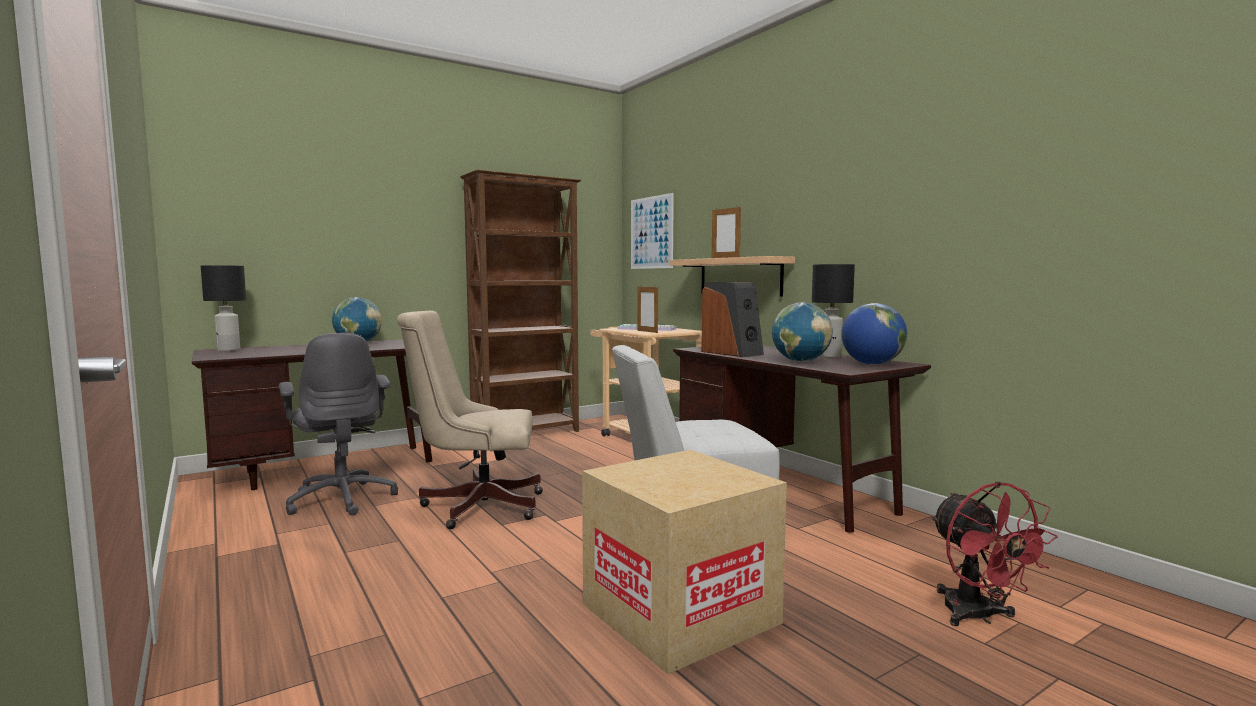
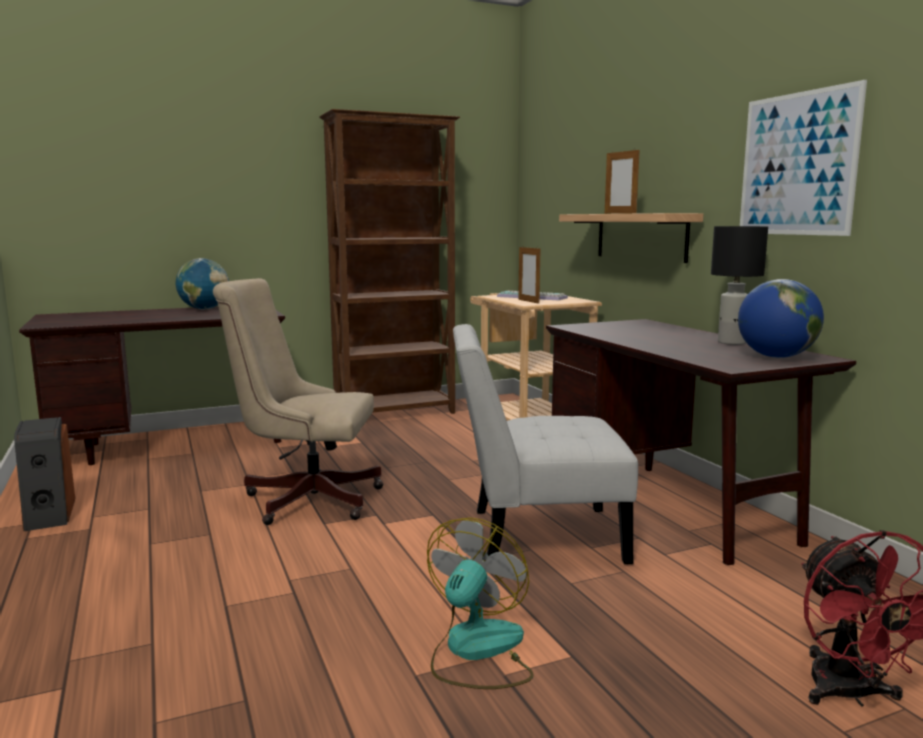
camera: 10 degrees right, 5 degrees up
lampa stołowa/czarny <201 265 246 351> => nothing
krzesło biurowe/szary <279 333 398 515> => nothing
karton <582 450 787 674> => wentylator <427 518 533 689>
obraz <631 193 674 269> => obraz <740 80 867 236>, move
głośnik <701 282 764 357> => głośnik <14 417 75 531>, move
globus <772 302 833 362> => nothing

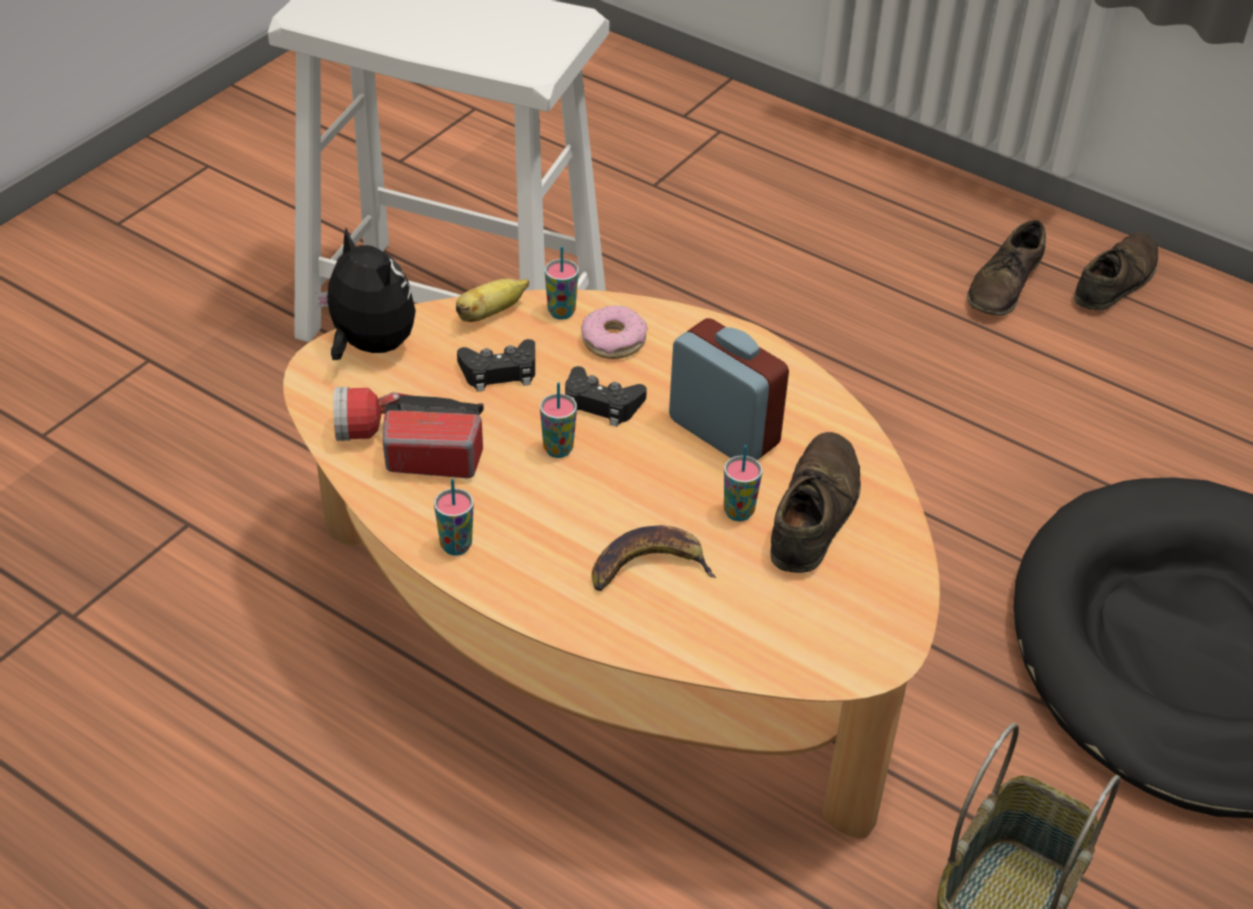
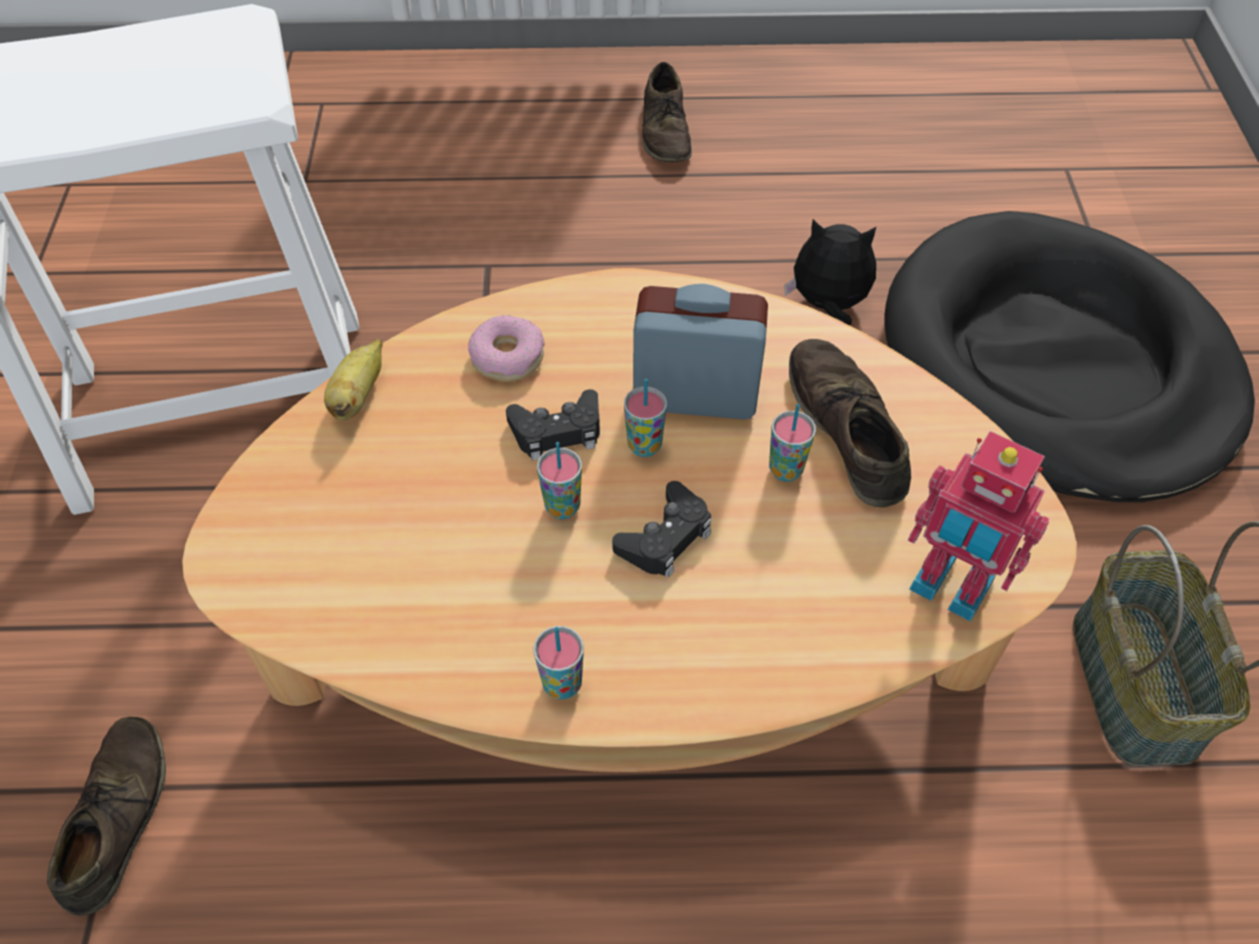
camera: 35 degrees left, 10 degrees up
pluszak <314 228 416 360> => pluszak <784 219 876 325>, move
latarka <333 387 484 478> => nothing
pad do gier/czarny <457 339 535 392> => pad do gier/czarny <612 481 711 578>, move
filiżanka <545 246 579 320> => filiżanka <624 379 667 457>, move
banan <592 525 716 591> => nothing
but/brązowy <1074 232 1158 310> => but/brązowy <47 717 166 916>, move
nothing => robot zabawkowy <908 431 1049 622>

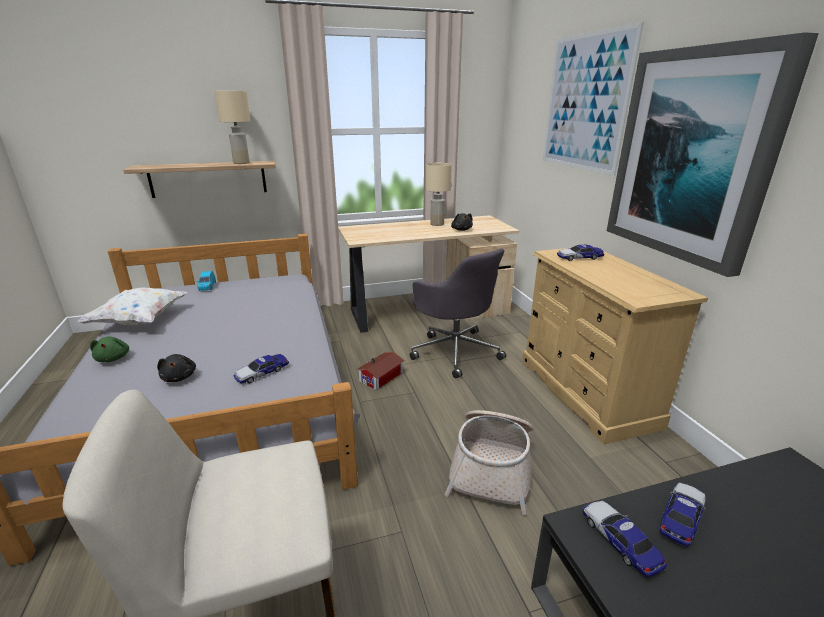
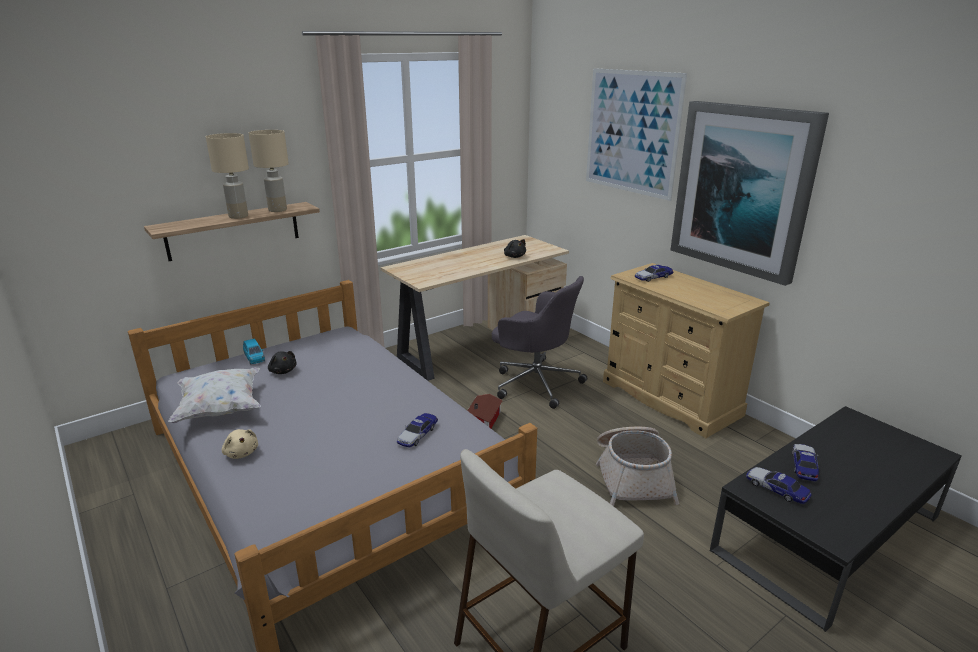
camera: 20 degrees left, 0 degrees up
pluszak/zielony <90 336 129 362> => pluszak/beżowy <222 429 258 459>
pluszak/czarny <157 354 196 382> => pluszak/czarny <268 351 297 374>, move
lampa stołowa/beżowy <425 163 452 226> => lampa stołowa/beżowy <206 133 249 219>, move

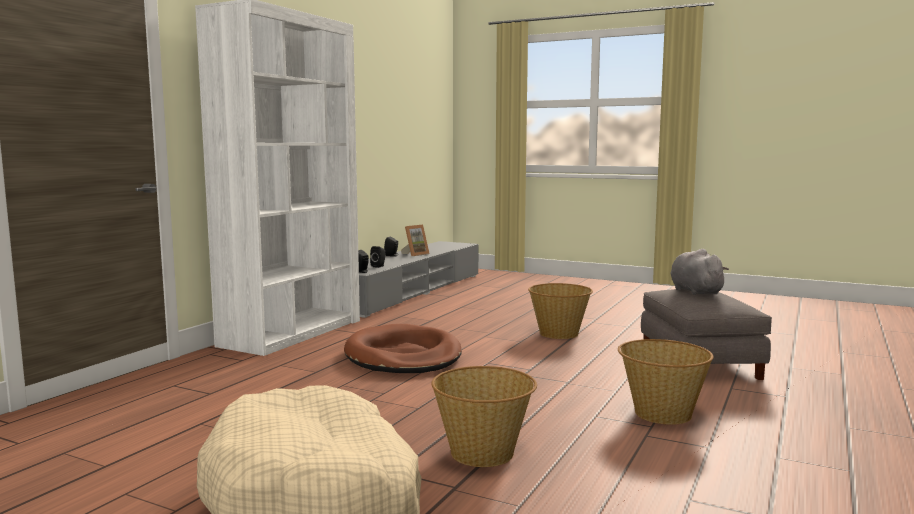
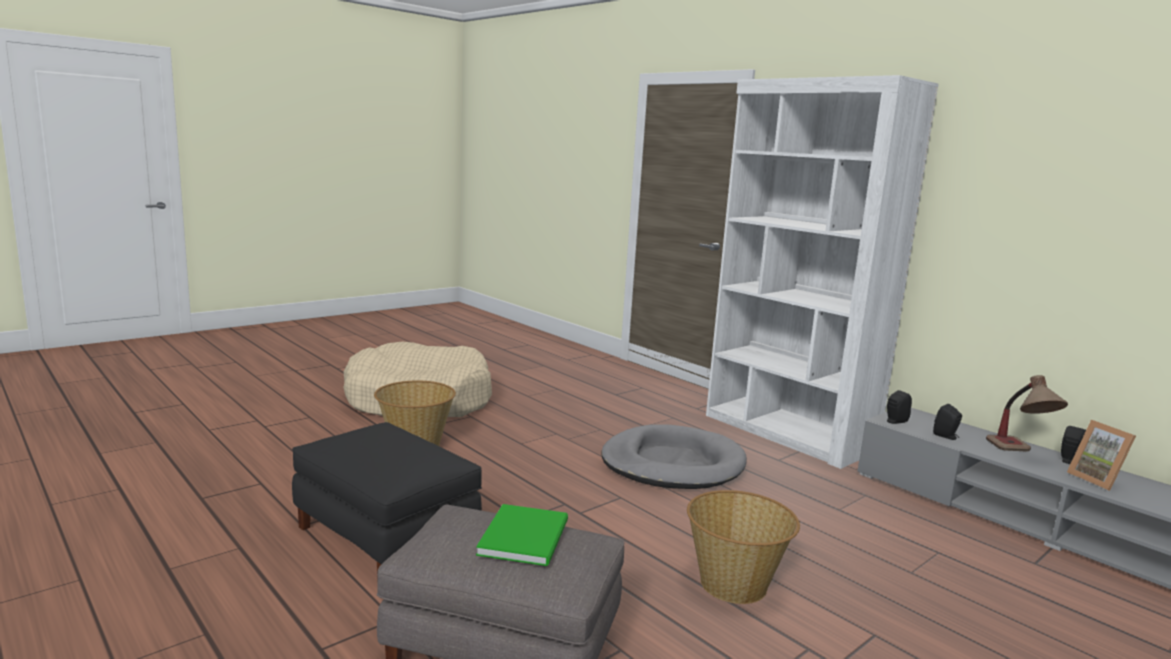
camera: 110 degrees right, 5 degrees up
legowisko/brązowy <344 324 462 373> => legowisko/szary <601 424 747 489>
koszyk <618 339 714 425> => pufa/czarny <292 422 482 572>
pluszak/szary <670 249 729 295> => książka/zielony <476 504 568 566>
nothing => lampa stołowa <986 375 1068 452>

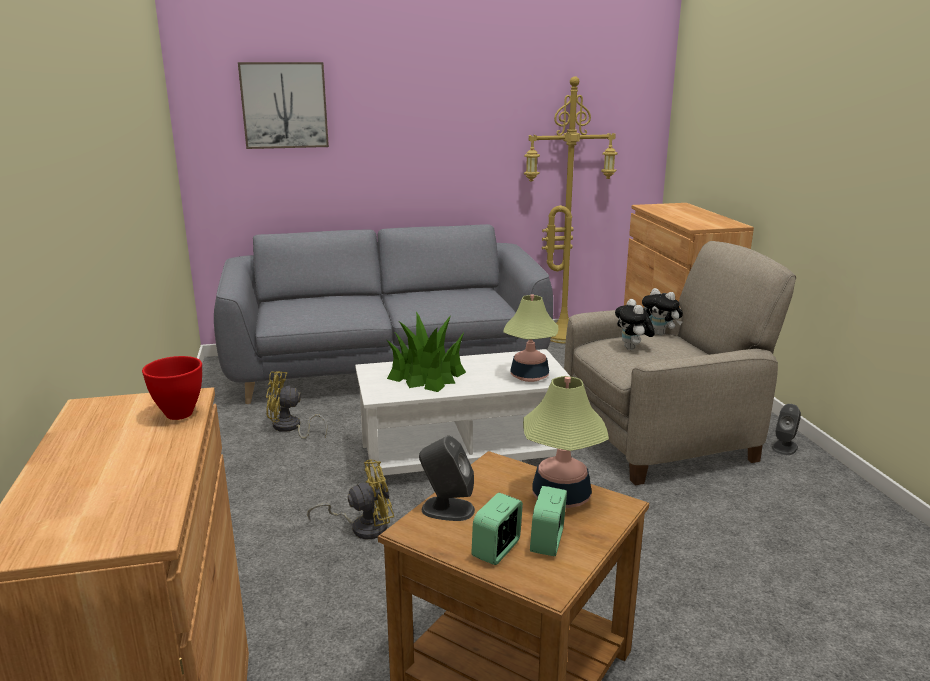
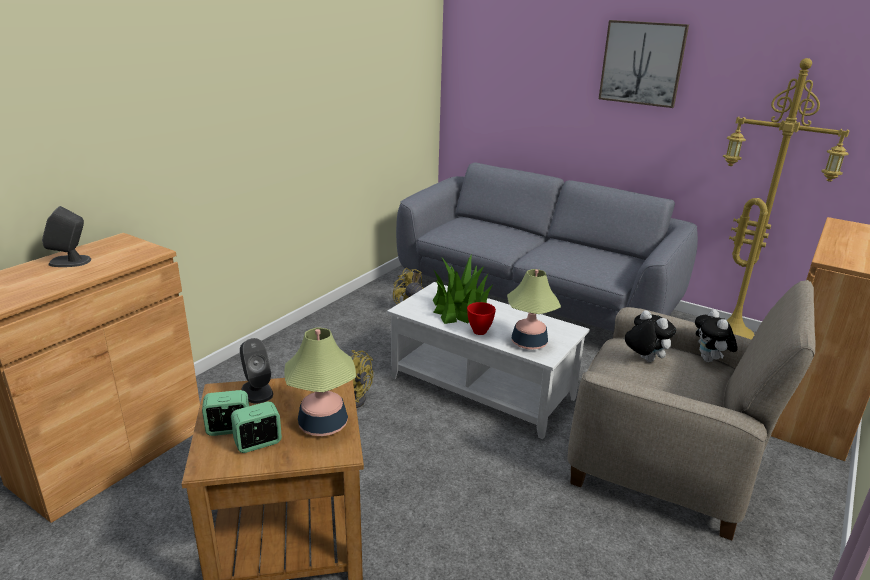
camera: 45 degrees right, 5 degrees up
miska/czerwony <142 356 202 420> => miska/czerwony <467 302 496 335>, move
obraz <238 62 329 149> => obraz <599 20 689 108>, move
pluszak <615 299 655 350> => pluszak <625 310 676 362>, 105 degrees clockwise
głośnik/szary <772 404 801 455> => głośnik/szary <42 206 91 267>, move

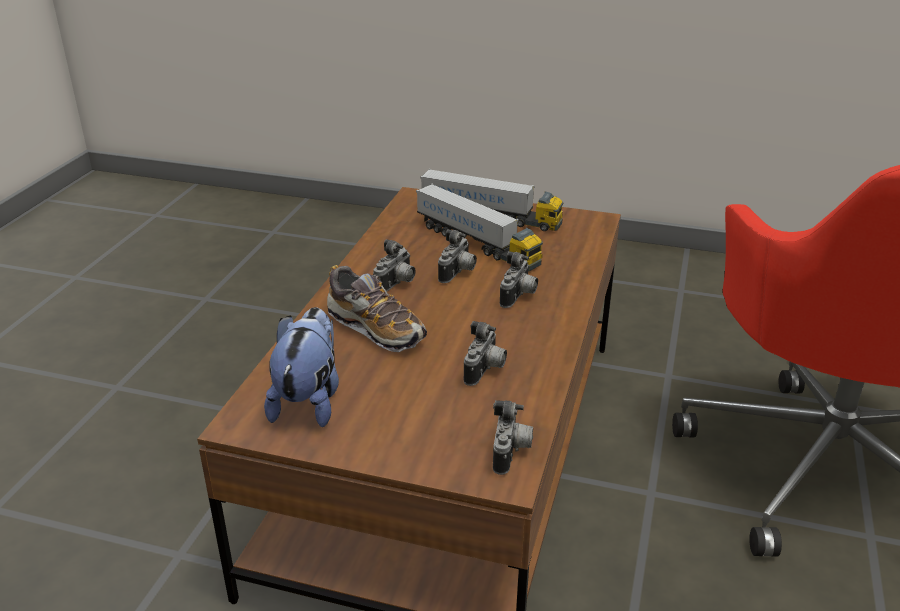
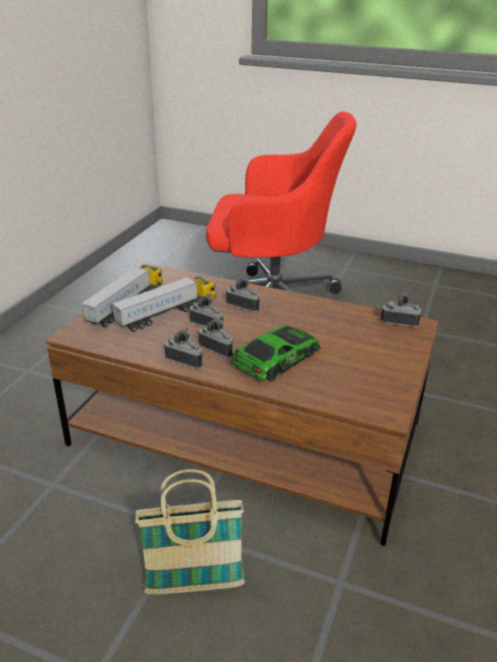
camera: 85 degrees left, 0 degrees up
pluszak <264 307 339 427> => nothing
but <327 265 427 352> => samochodzik <230 325 321 381>
aparat fotograficzny <464 321 507 386> => aparat fotograficzny <165 328 203 369>, move
nothing => koszyk <135 469 245 595>

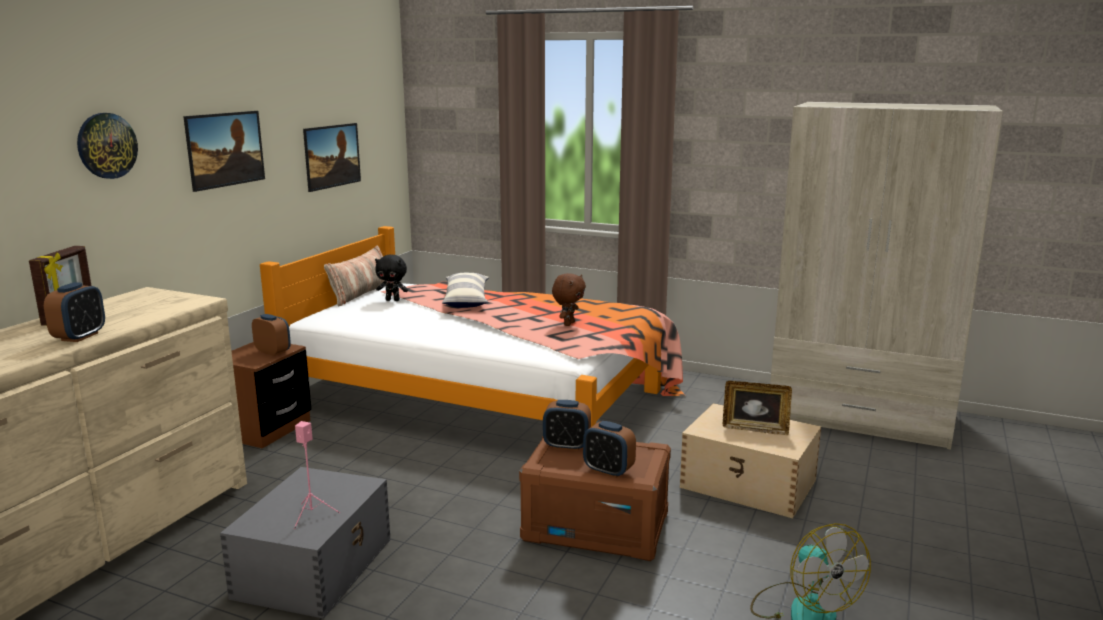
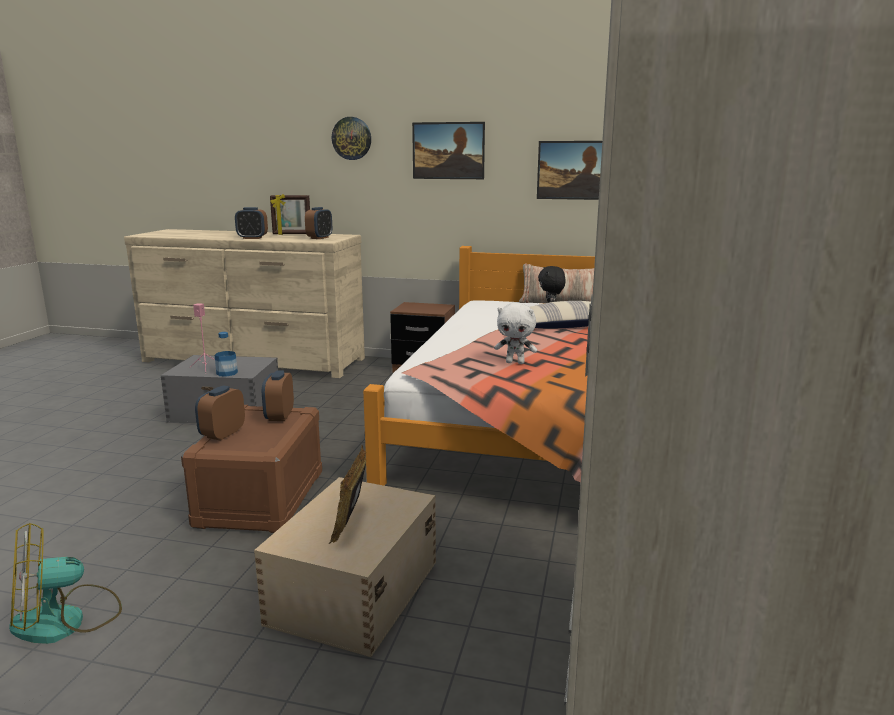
camera: 80 degrees right, 0 degrees up
budzik <252 314 291 356> => budzik <305 207 332 239>, move
pluszak/brązowy <552 273 586 326> => pluszak/biały <494 303 537 364>
nothing => butelka <215 332 238 377>

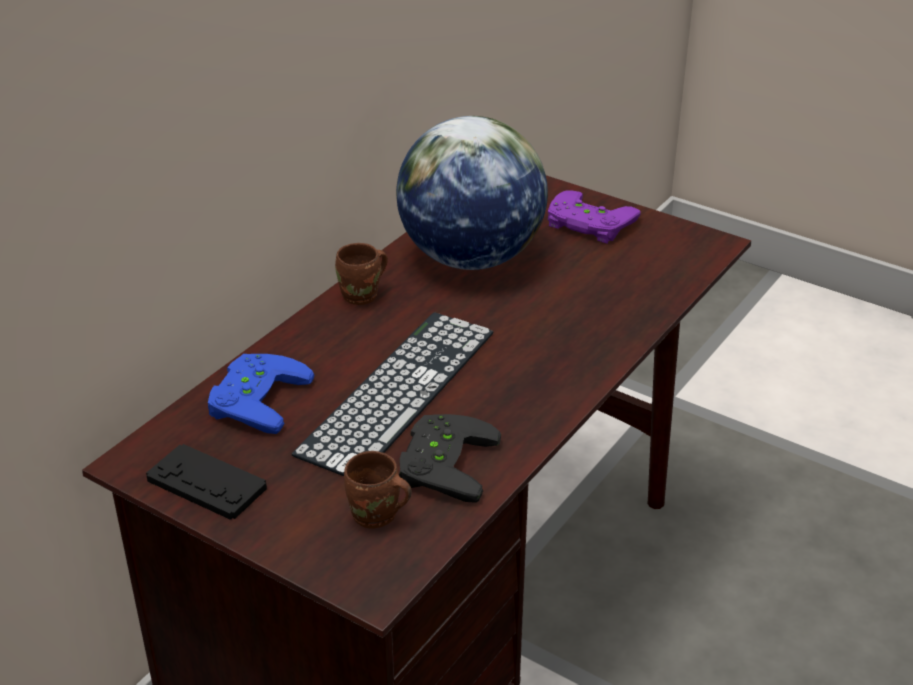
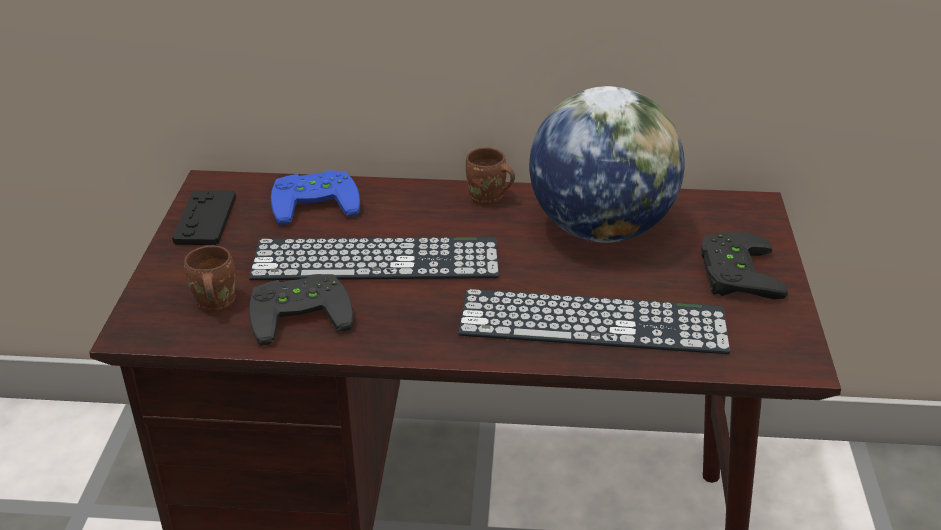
camera: 60 degrees right, 0 degrees up
pad do gier/fioletowy <548 190 641 243> => pad do gier/czarny <701 232 788 299>
nothing => klawiatura <458 289 730 354>

